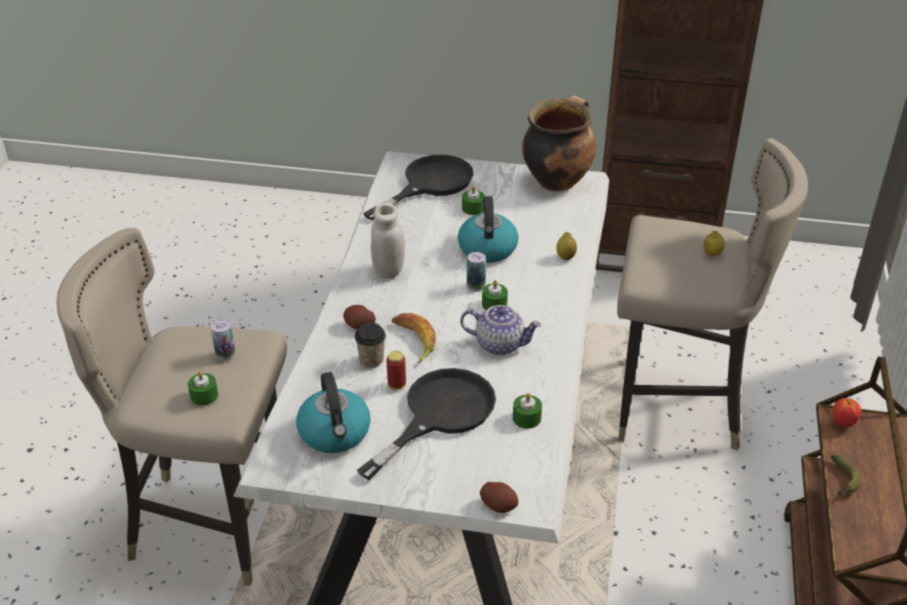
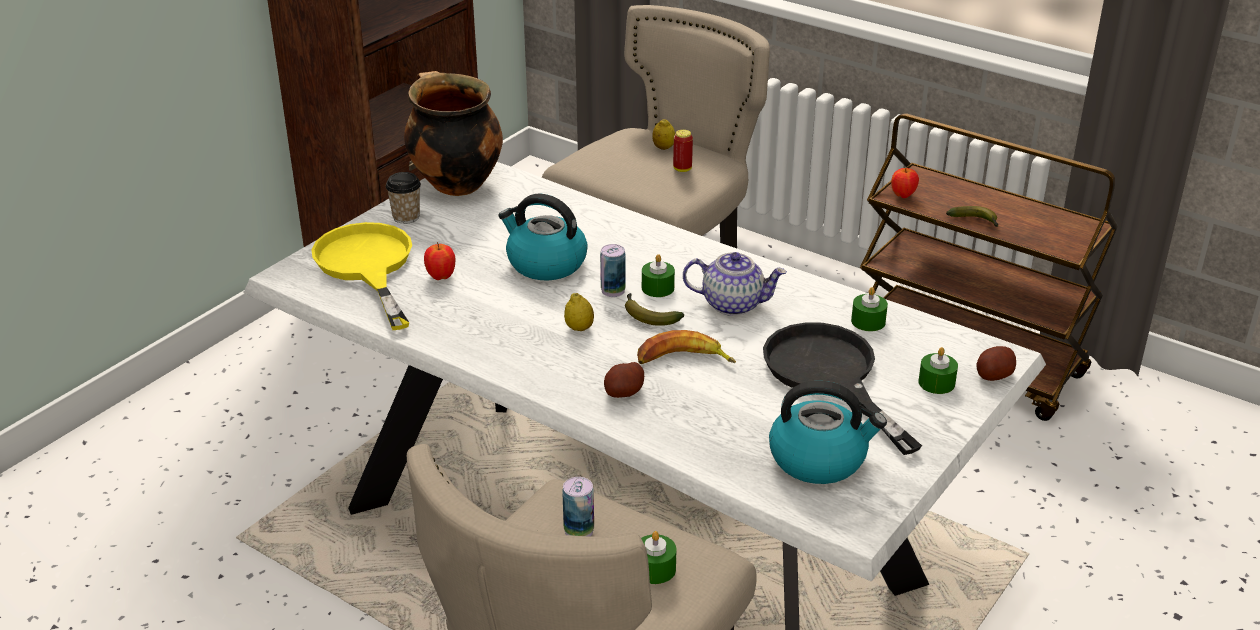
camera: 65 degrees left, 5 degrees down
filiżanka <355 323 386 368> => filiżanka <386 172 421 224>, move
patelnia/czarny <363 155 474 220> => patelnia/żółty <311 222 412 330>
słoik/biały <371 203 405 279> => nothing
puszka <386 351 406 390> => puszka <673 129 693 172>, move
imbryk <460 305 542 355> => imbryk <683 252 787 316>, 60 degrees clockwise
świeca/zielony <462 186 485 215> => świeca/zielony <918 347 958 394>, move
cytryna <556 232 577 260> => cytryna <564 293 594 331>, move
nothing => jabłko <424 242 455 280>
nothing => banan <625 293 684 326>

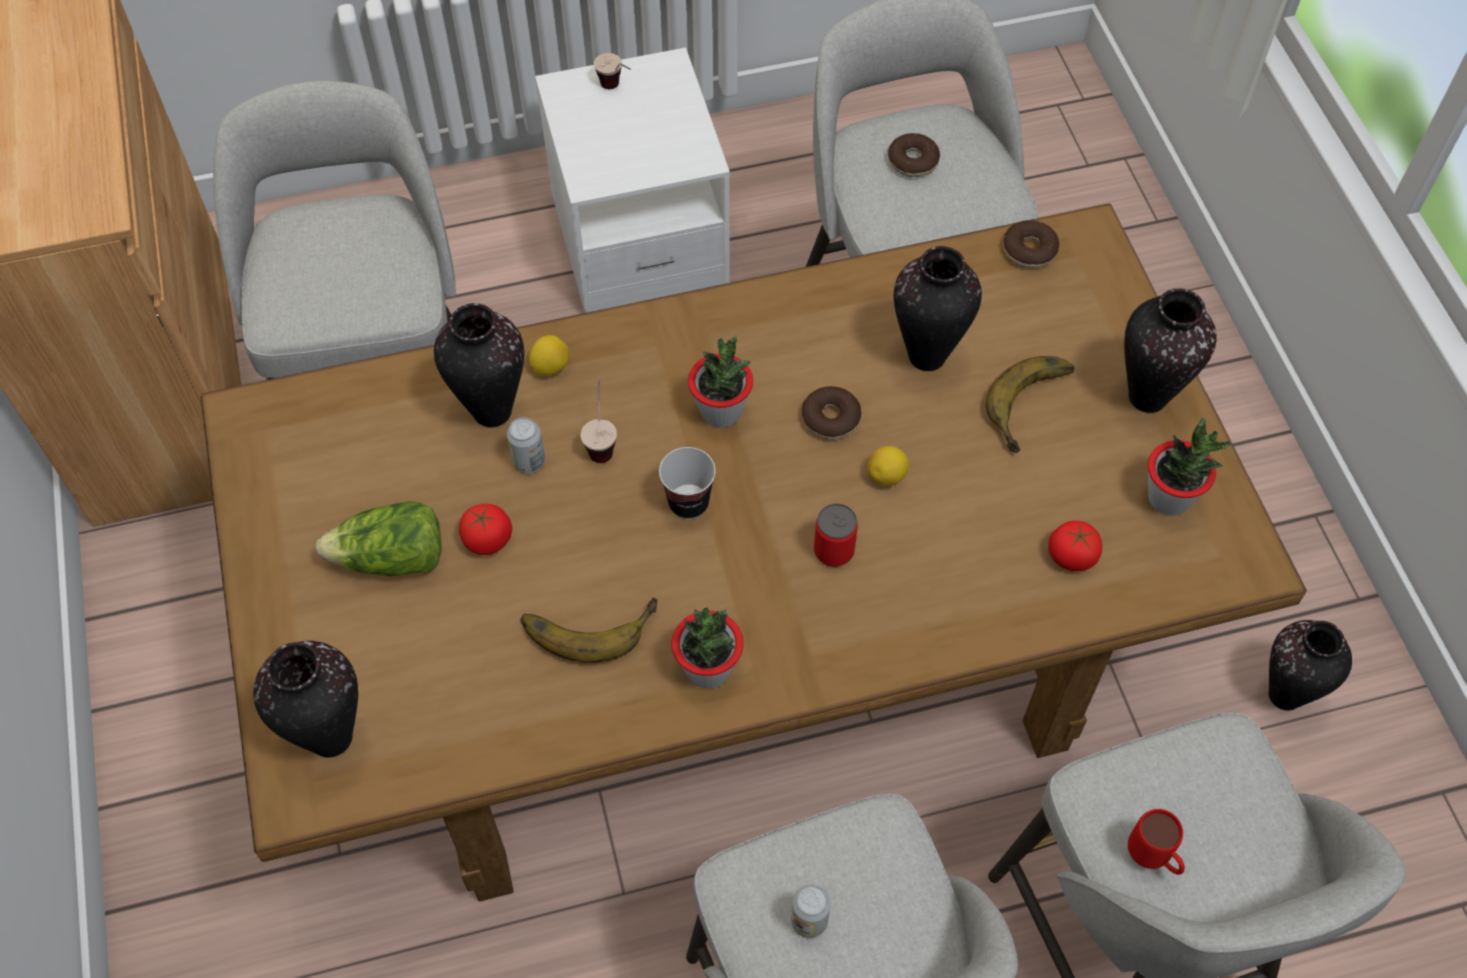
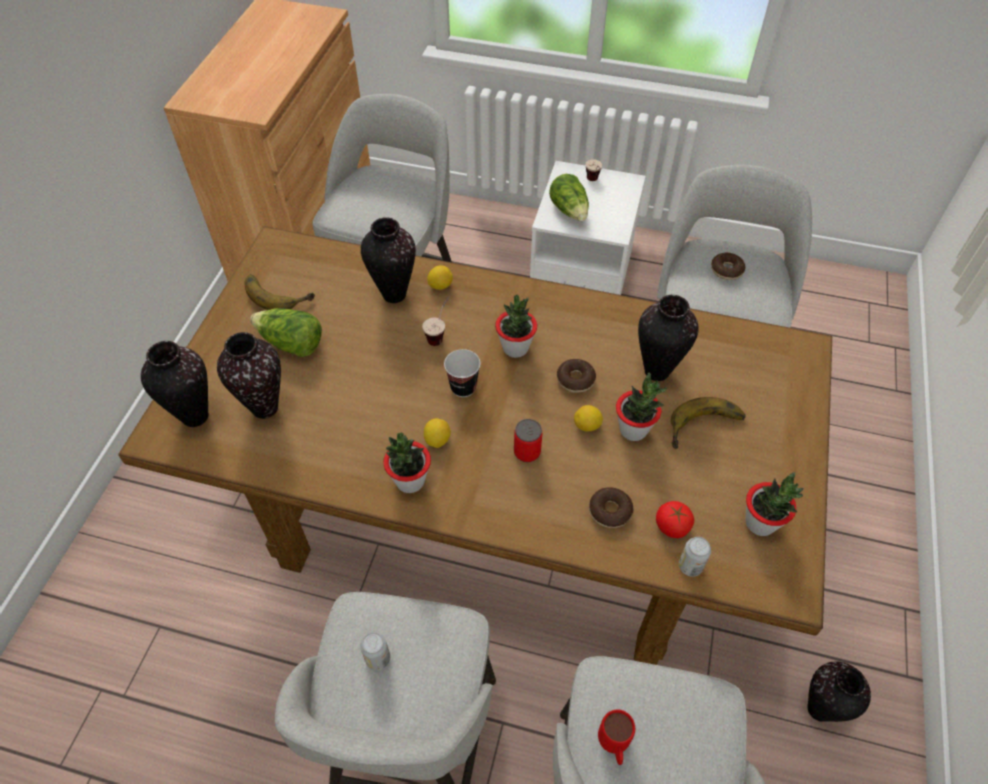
camera: 30 degrees right, 5 degrees down
pomidor <459 504 512 555> => nothing
puszka <507 417 545 474> => puszka <679 537 711 577>, move
banan <521 597 657 663> => banan <244 274 315 310>, move
donut <1003 220 1059 268> => donut <589 487 633 528>, move
wazon <1124 288 1217 413> => wazon <217 332 281 419>, move
nothing => cytryna <424 418 451 448>
nothing => sałata <549 174 589 221>
nothing => roślina doniczkowa <616 373 667 441>

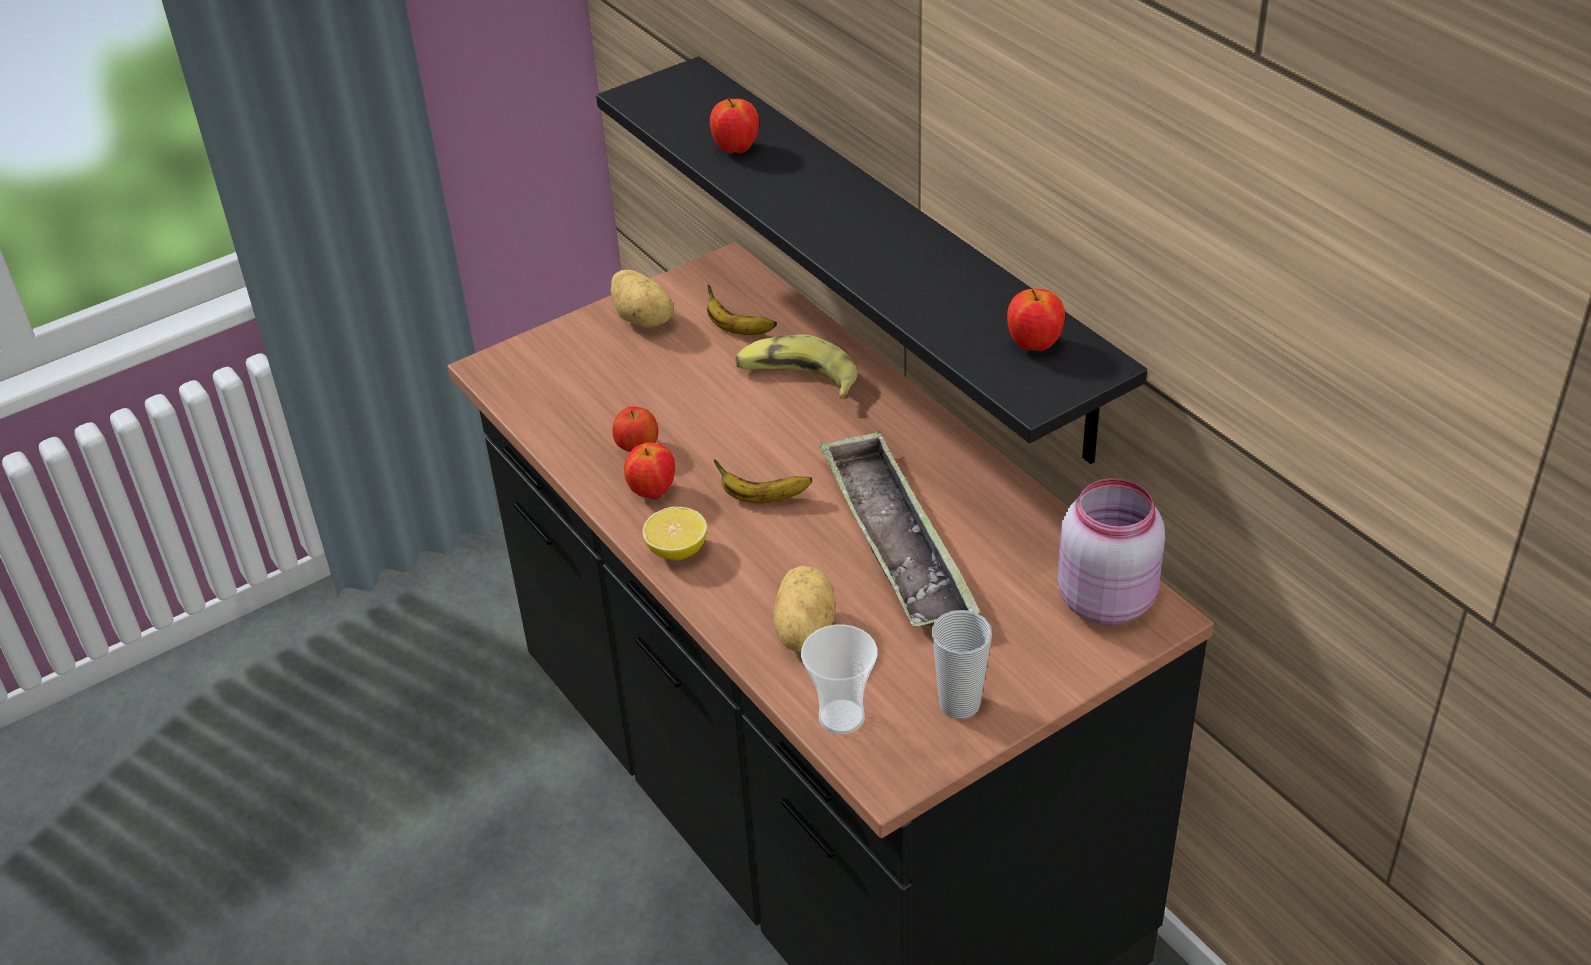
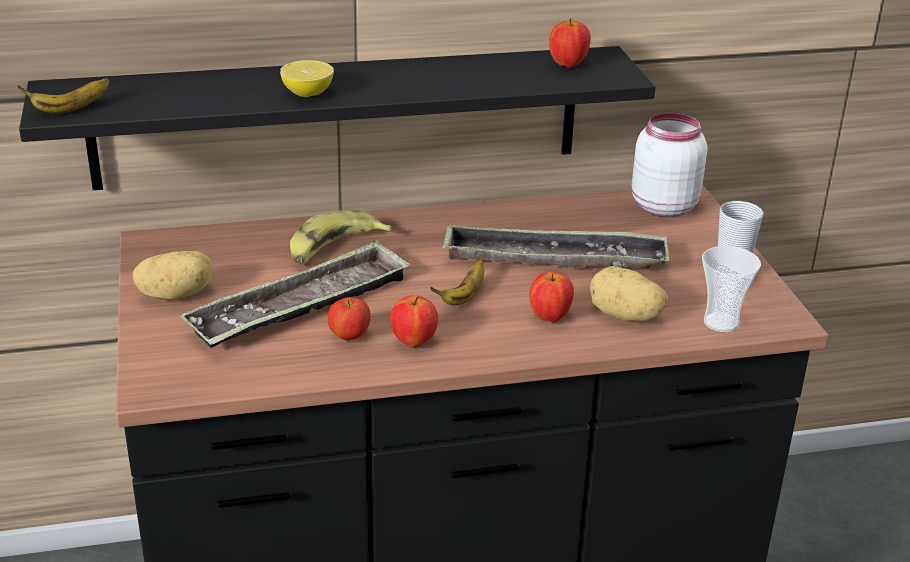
camera: 70 degrees left, 10 degrees down
cytryna <642 506 707 560> => cytryna <280 60 334 97>, move
banan <707 285 777 335> => banan <17 78 110 114>, move
jabłko <710 97 759 153> => jabłko <530 272 574 323>, move
słoik/różowy <1058 478 1165 626> => słoik/biały <631 112 707 217>
nothing => taca <180 240 410 348>

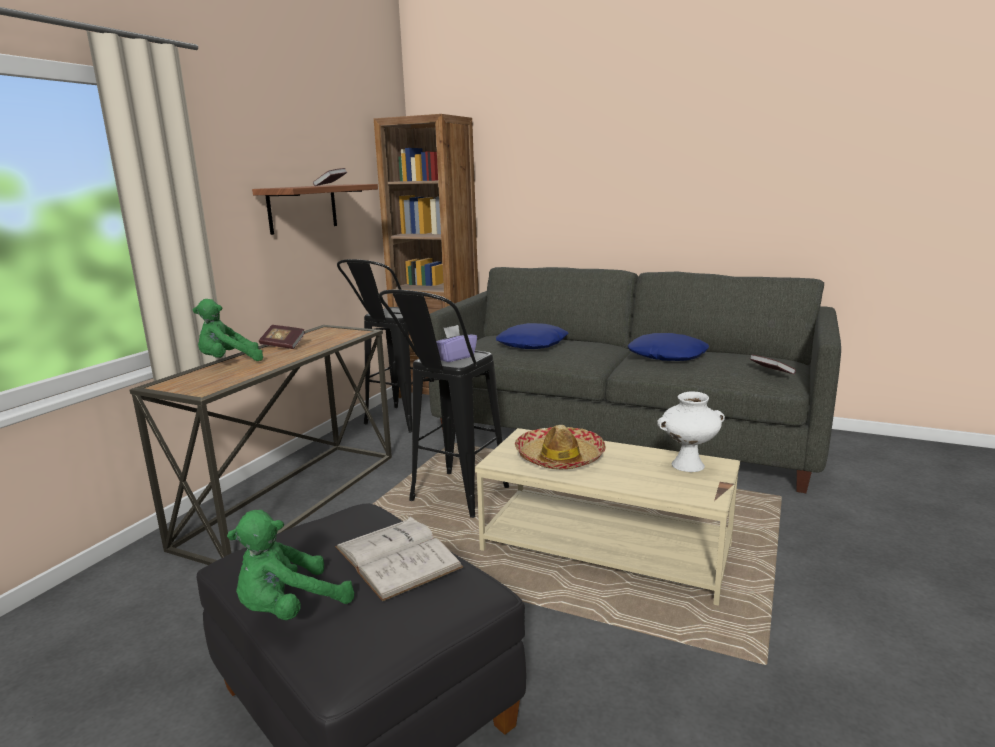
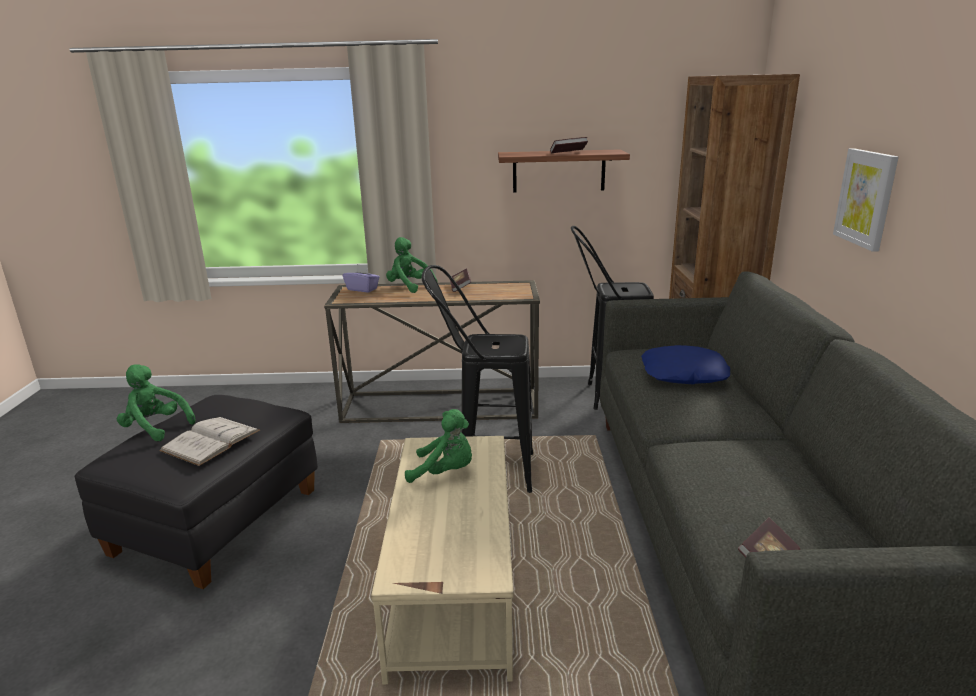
camera: 65 degrees right, 5 degrees up
pudełko chusteczek/fioletowy <436 325 477 362> => pudełko chusteczek/fioletowy <343 264 380 292>, move
kapelusz <515 425 606 469> => pluszak/zielony <405 409 472 483>
poduszka/niebieski <627 333 709 361> => nothing
wazon/biały <657 391 725 472> => nothing
nothing => obraz <833 148 899 252>

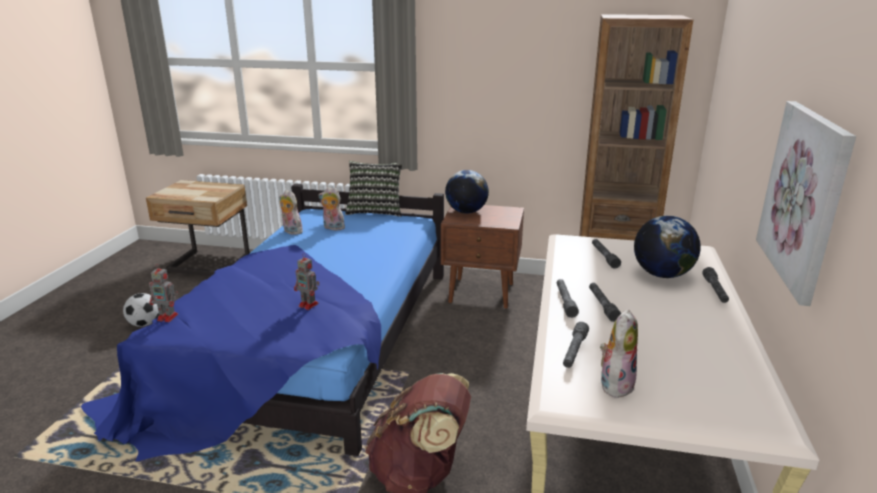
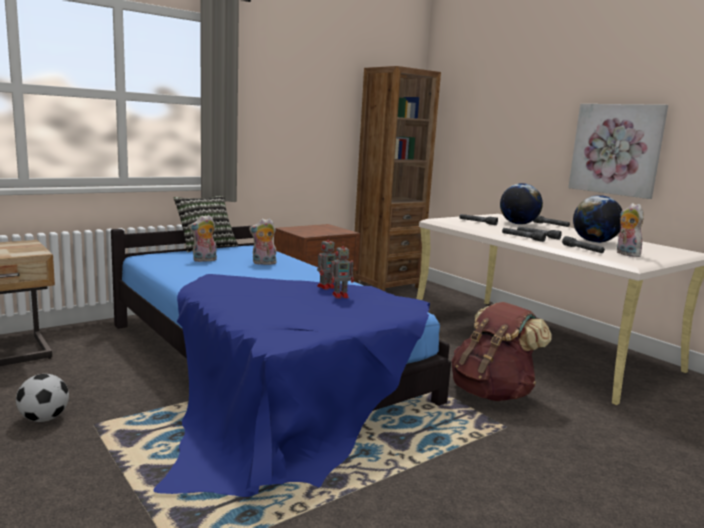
camera: 50 degrees left, 10 degrees down
robot zabawkowy <149 264 178 322> => robot zabawkowy <317 236 337 290>, move
pluszak <280 190 303 235> => pluszak <249 218 276 265>, move
globus <445 170 489 213> => globus <573 195 622 243>, move

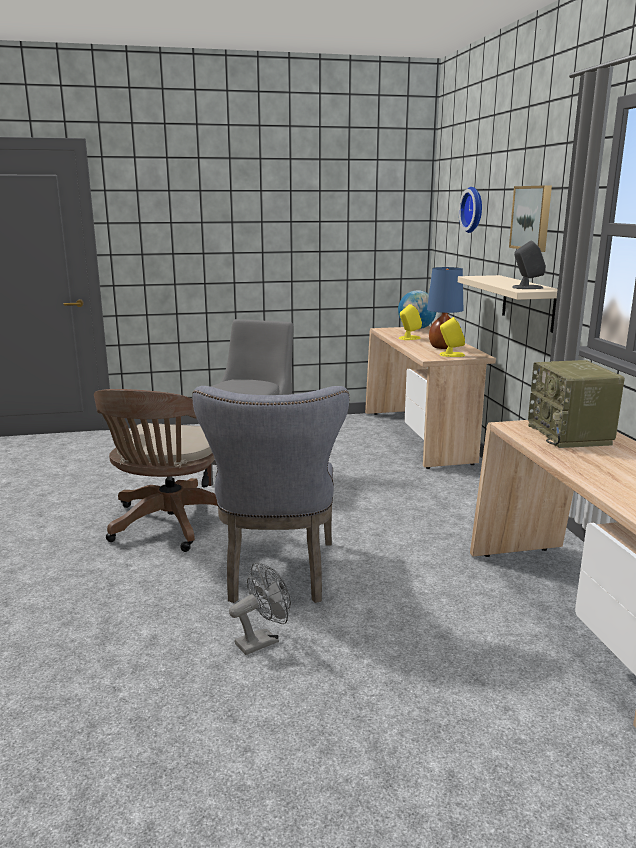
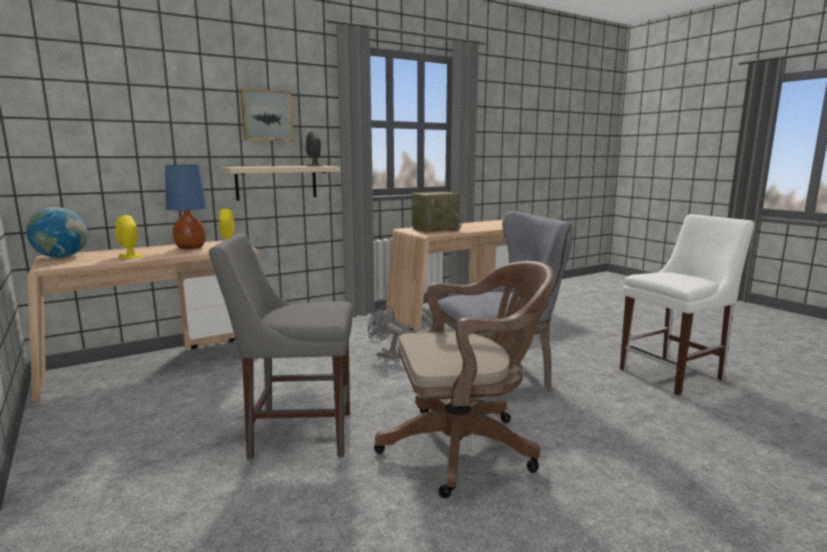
camera: 110 degrees left, 5 degrees down
wentylator/szary <229 562 291 655> => wentylator/szary <368 306 403 360>, move
zegar ścienny <459 187 482 233> => nothing
nothing => krzesło/biały <620 214 755 395>

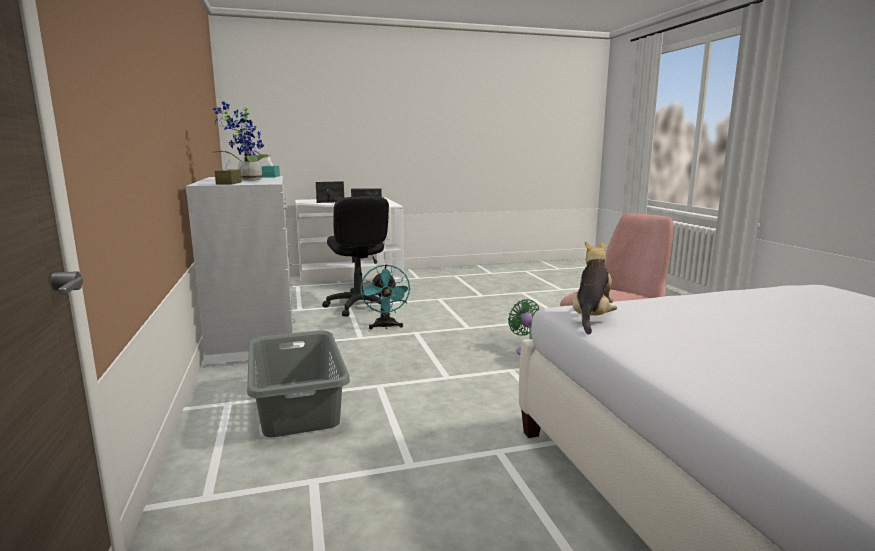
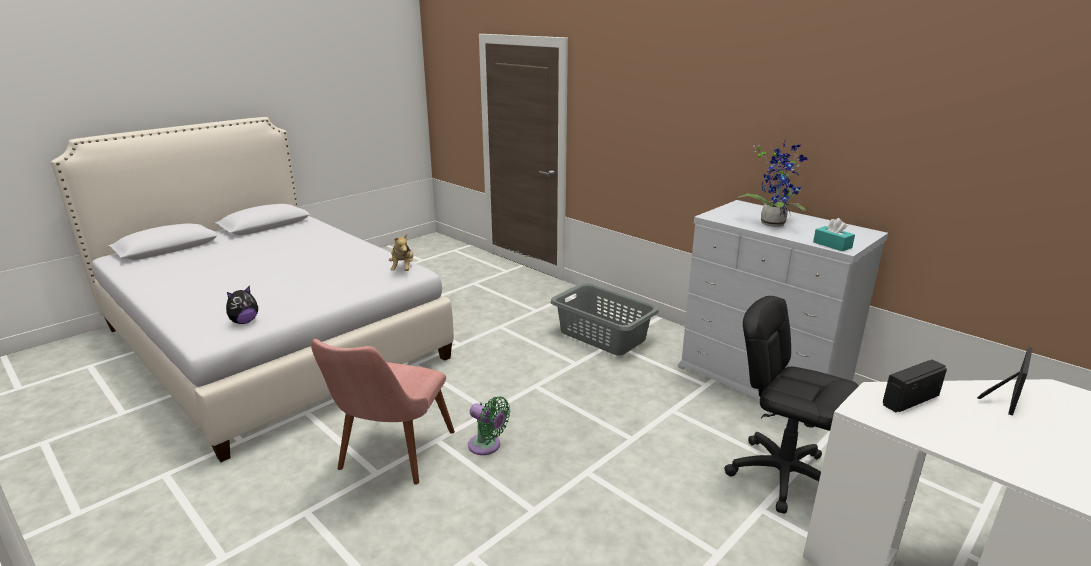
camera: 150 degrees right, 10 degrees up
pudełko chusteczek/brązowy <215 157 242 184> => nothing
wentylator/turkusowy <361 264 411 329> => nothing
nothing => pluszak <226 285 258 324>

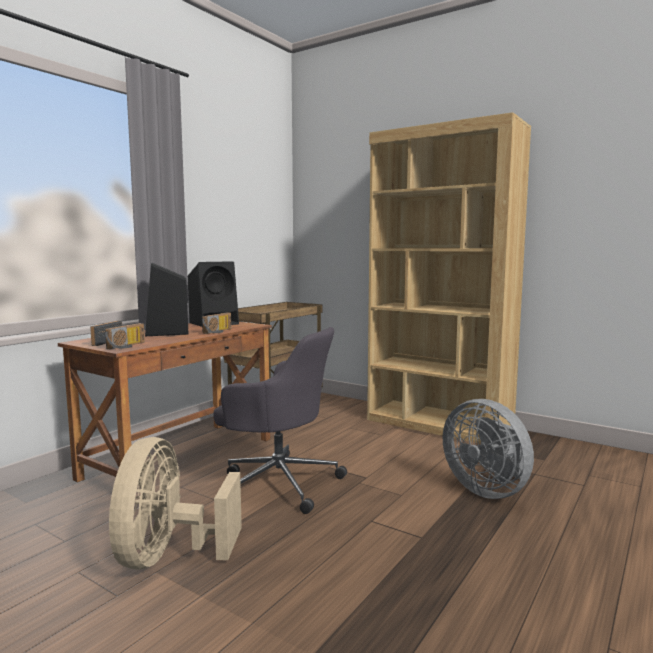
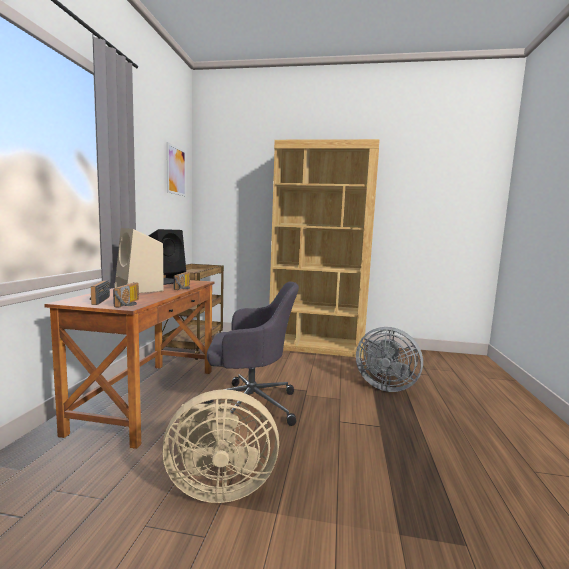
camera: 25 degrees left, 0 degrees up
wentylator/beżowy <109 437 242 569> => wentylator/beżowy <162 389 279 503>, 75 degrees counterclockwise
głośnik/czarny <145 263 189 336> => głośnik/beżowy <115 228 164 293>
nothing => obraz <166 142 186 196>

